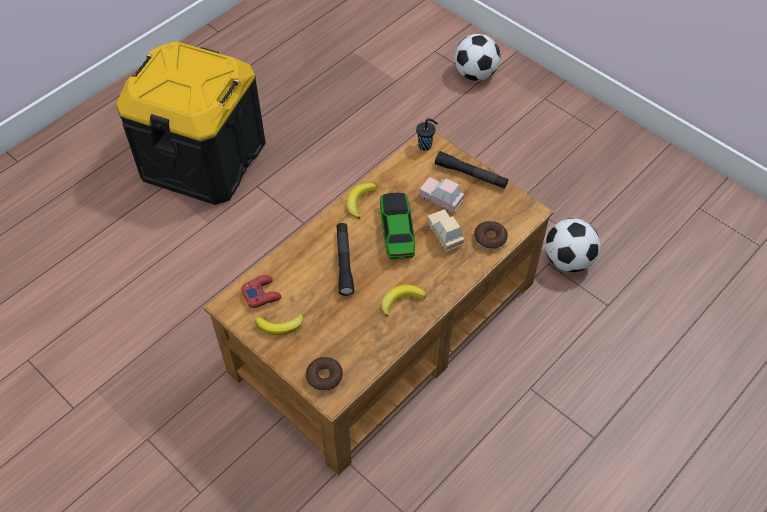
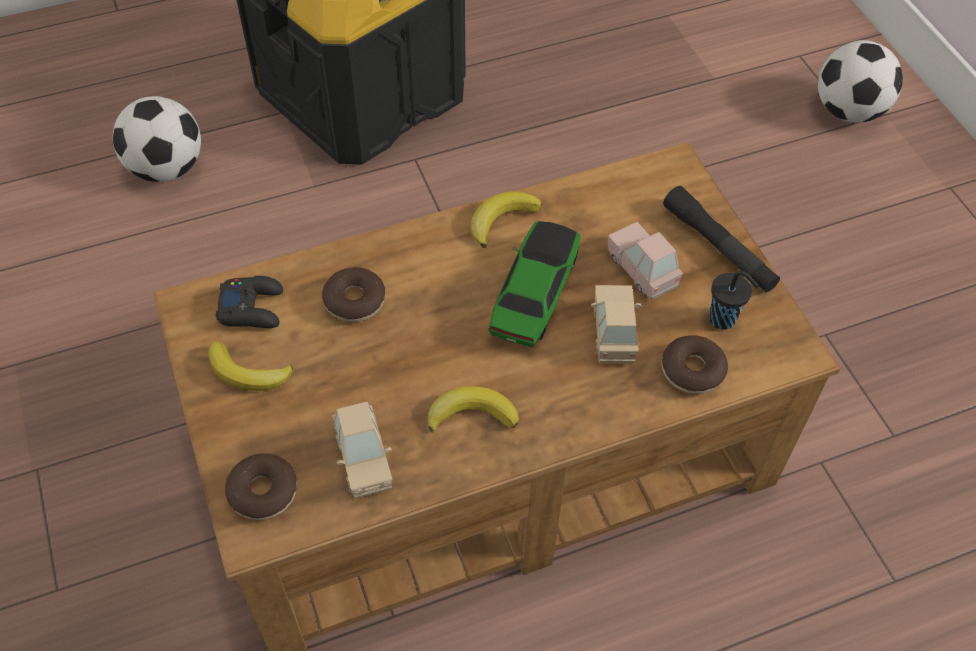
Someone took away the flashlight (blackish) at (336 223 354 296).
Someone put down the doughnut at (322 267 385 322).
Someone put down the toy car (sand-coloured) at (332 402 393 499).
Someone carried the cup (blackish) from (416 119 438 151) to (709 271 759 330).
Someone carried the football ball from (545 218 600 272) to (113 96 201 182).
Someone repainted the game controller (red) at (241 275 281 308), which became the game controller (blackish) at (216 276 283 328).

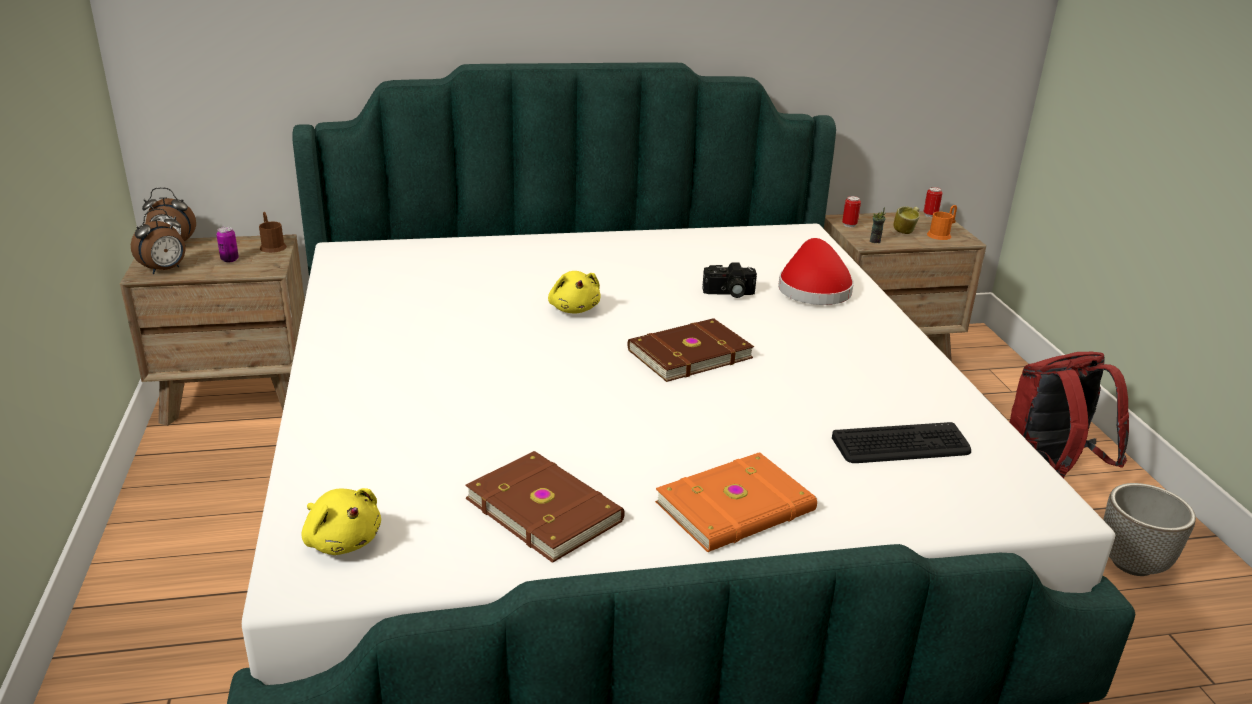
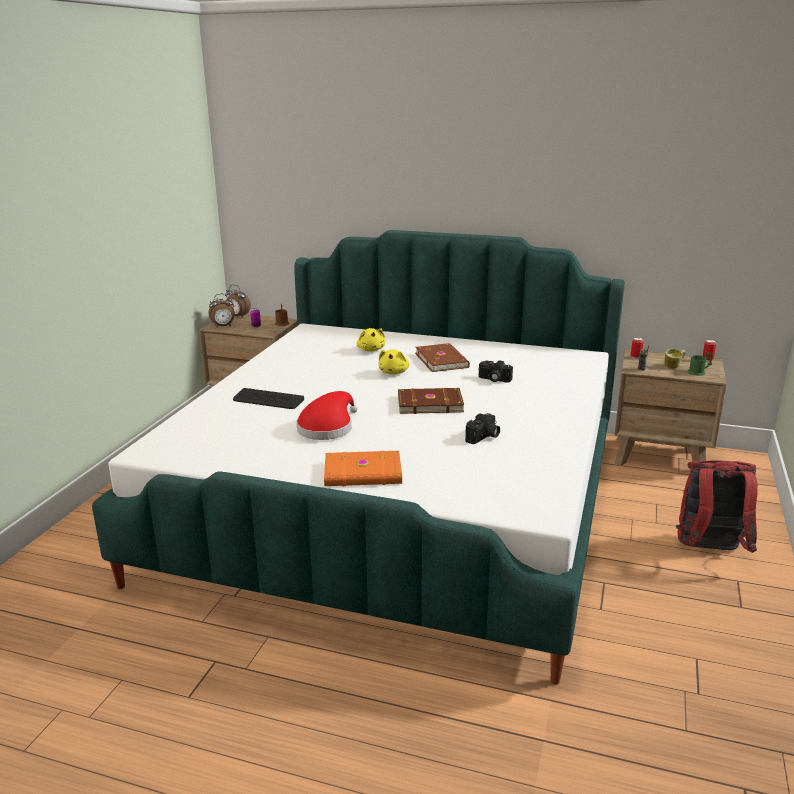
Someone took away the flower pot at (1103 483 1196 576).
Someone put down the still camera at (465 413 500 444).
Someone carried the soft toy (yellow) from (302 488 381 555) to (357 328 385 352).
Someone carried the book (brownish) from (465 451 625 563) to (415 343 470 372).
Someone carried the wearable hat (red) from (778 238 854 305) to (297 391 358 440).
Someone carried the keyboard from (832 422 971 463) to (233 388 304 409).
Someone repainted the tea mug (orange) at (927 205 957 240), which became the tea mug (green) at (687 352 713 376).

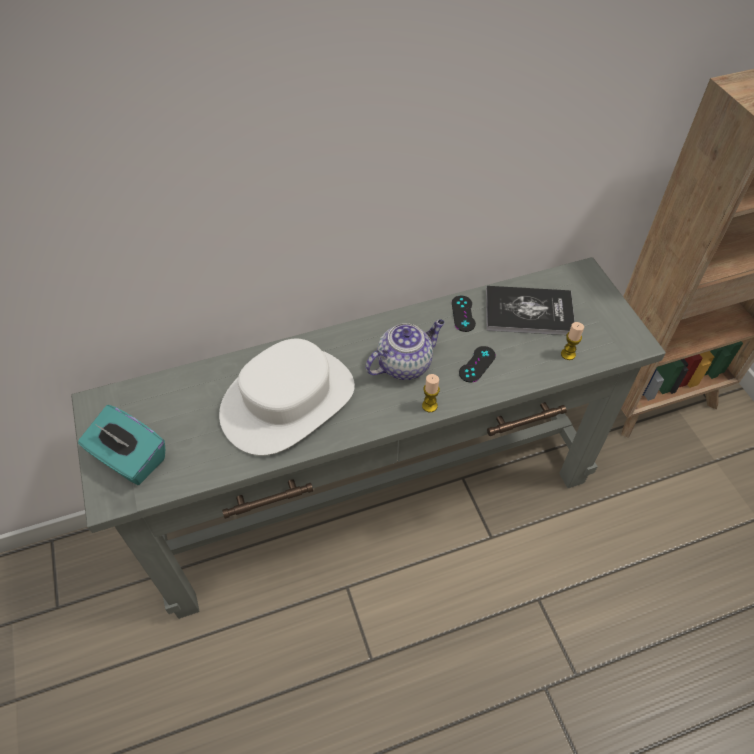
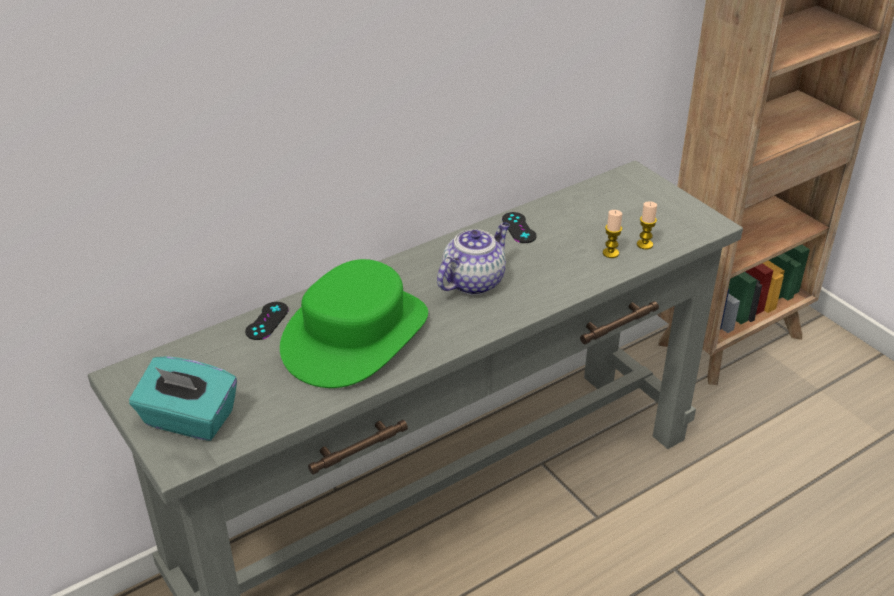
Someone took away the book at (486 286 575 335).
Someone carried the wax light from (422 374 440 412) to (603 210 622 258).
Someone carried the game controller (blackish) from (459 346 496 382) to (245 302 289 340).
Someone repainted the wearable hat (whitish) at (219 339 355 456), which became the wearable hat (green) at (280 259 428 388).

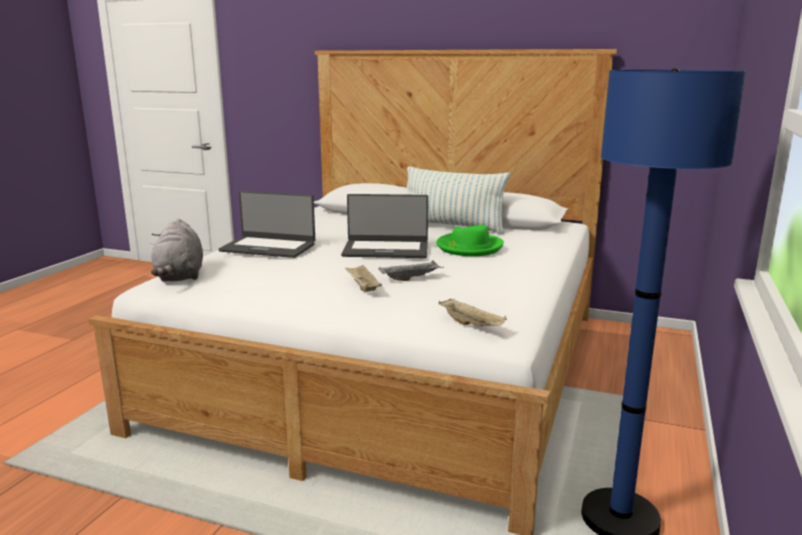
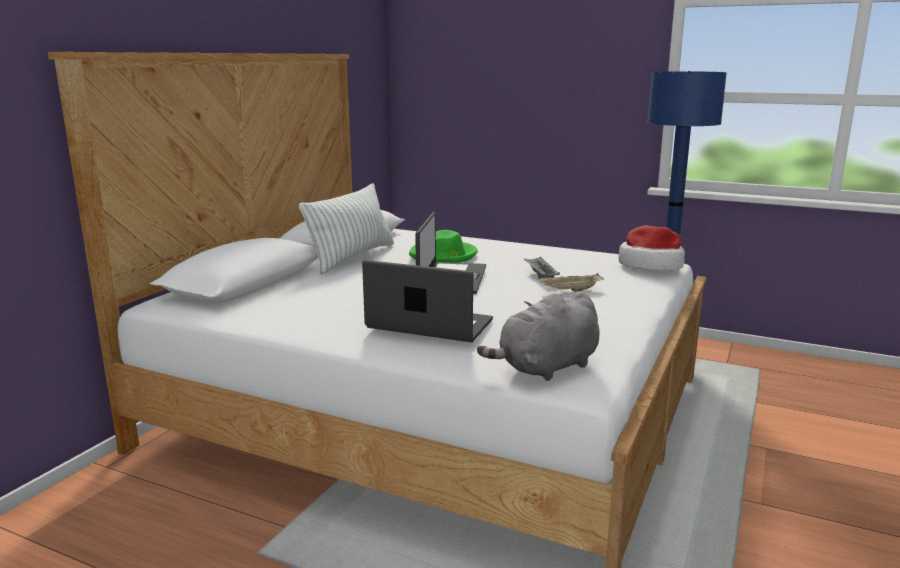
Someone swapped the serving tray (sand-coloured) at (438 299 507 326) for the wearable hat at (618 225 685 271).
Someone rotated the soft toy (gray) at (151 219 203 282) by 150 degrees clockwise.
Someone rotated the portable computer at (219 191 315 258) by 90 degrees counterclockwise.

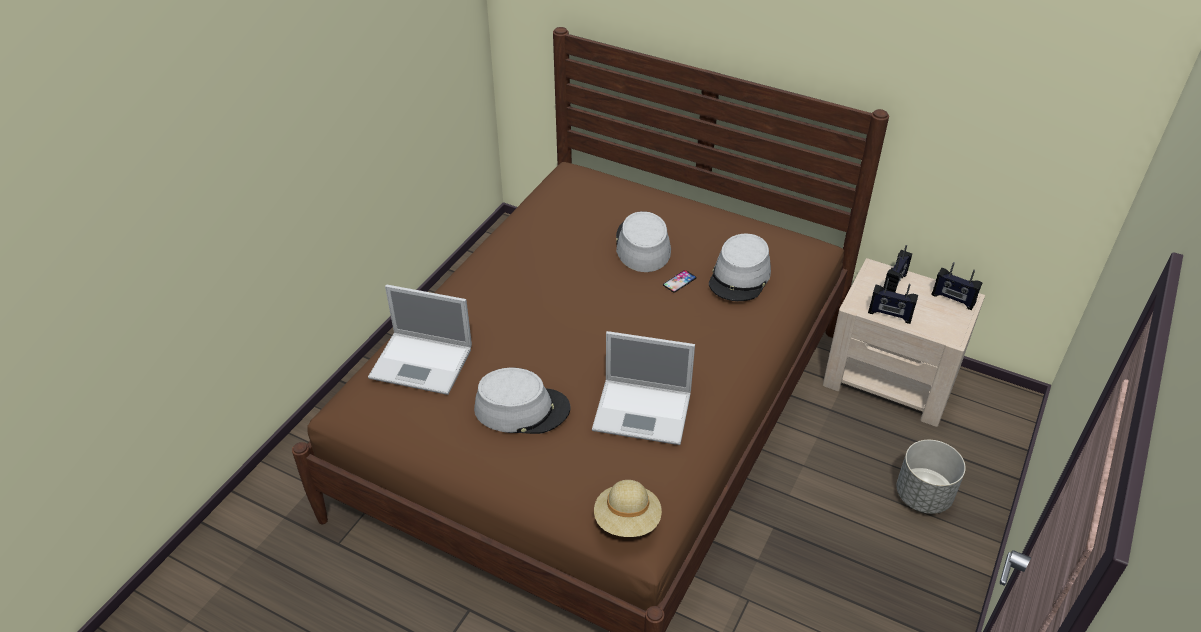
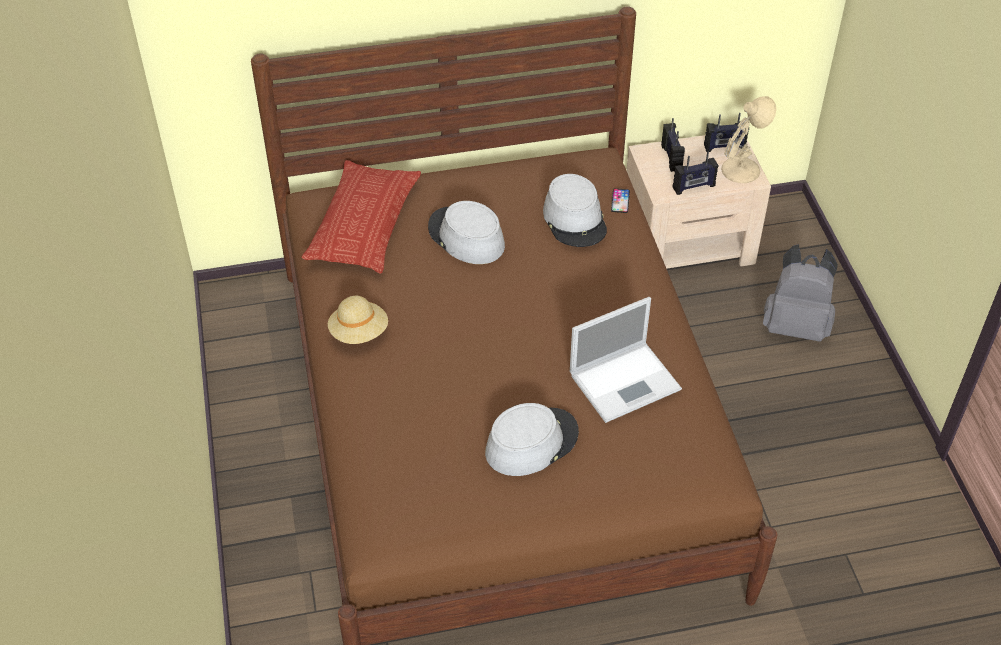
Someone took away the portable computer at (368 285 472 395).
Someone put down the cushion at (302 160 421 274).
Someone put down the table lamp (sand-coloured) at (721 96 776 183).
Someone carried the wearable hat (sand-coloured) from (594 480 662 537) to (328 296 388 344).
Someone carried the phone from (663 270 696 293) to (611 188 630 213).
Someone swapped the flower pot (gray) at (896 440 966 514) for the backpack (gray) at (763 244 838 342).

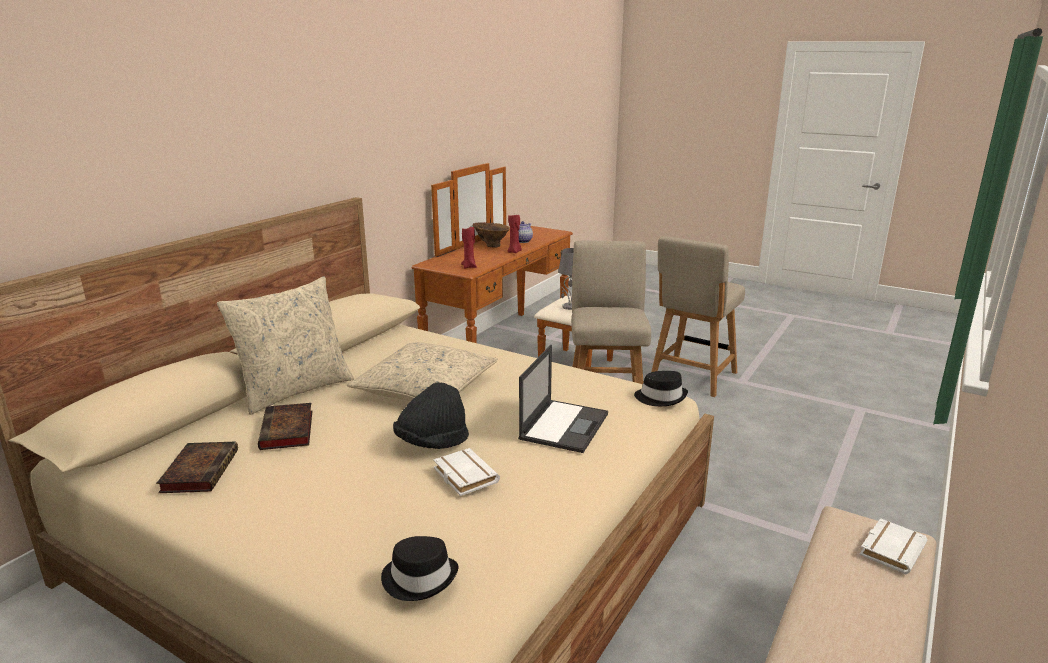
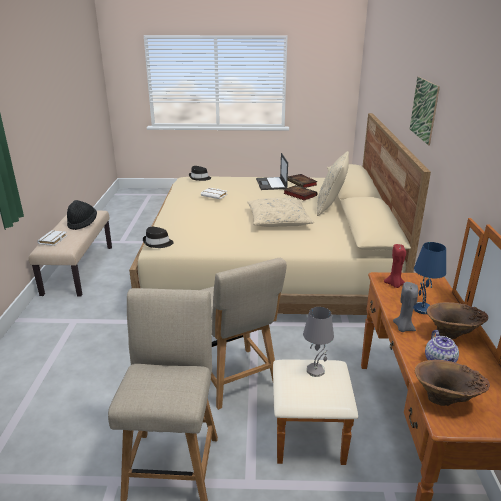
Someone put up the wall art at (410 77 440 145).
Someone put down the table lamp (blue) at (413 242 446 314).
Someone put down the decorative vase (brownish) at (415 360 490 406).
Someone carried the wearable hat (blackish) from (393 382 469 449) to (67 200 97 230).
Someone carried the portable computer from (518 345 608 453) to (256 153 288 190).
Someone repainted the wax light (red) at (508 215 522 253), which became the wax light (gray) at (393 282 418 332).

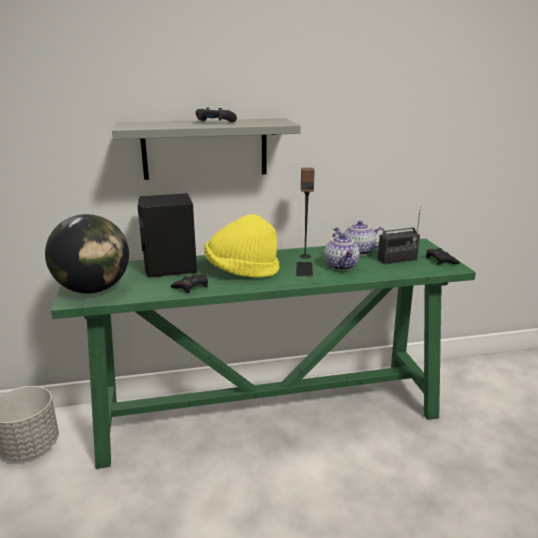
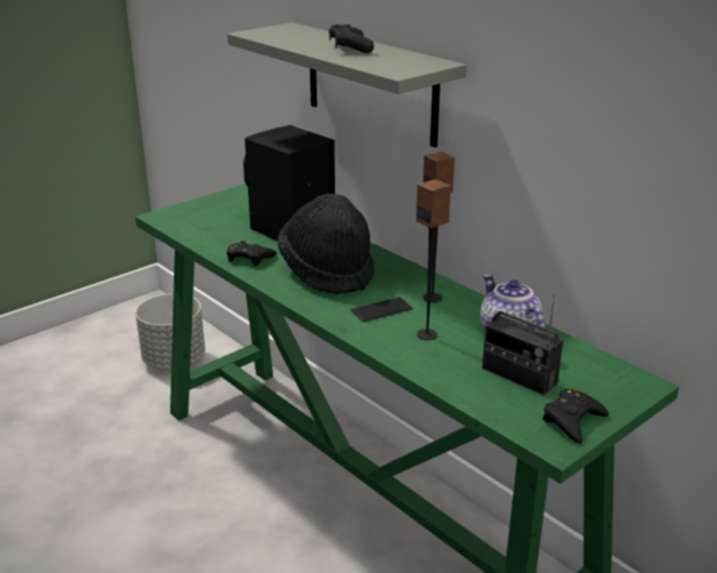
Someone took away the globe at (45 214 129 294).
Someone swapped the teapot at (324 233 360 271) for the audio speaker at (416 179 451 340).
Someone repainted the wearable hat (yellow) at (204 214 280 278), which became the wearable hat (blackish) at (278 194 374 294).

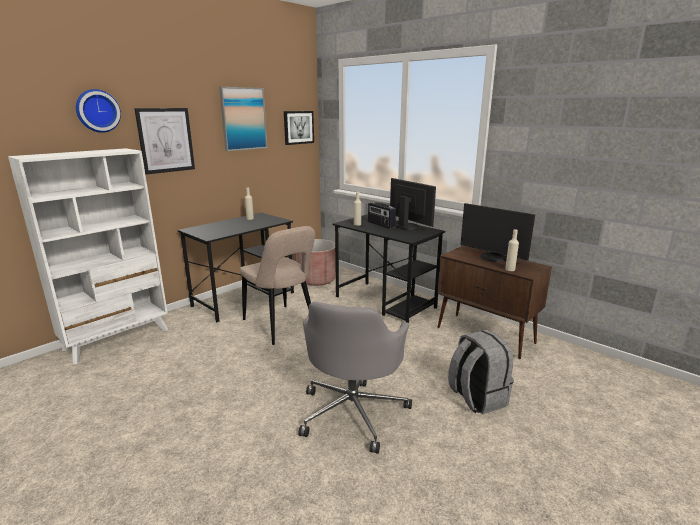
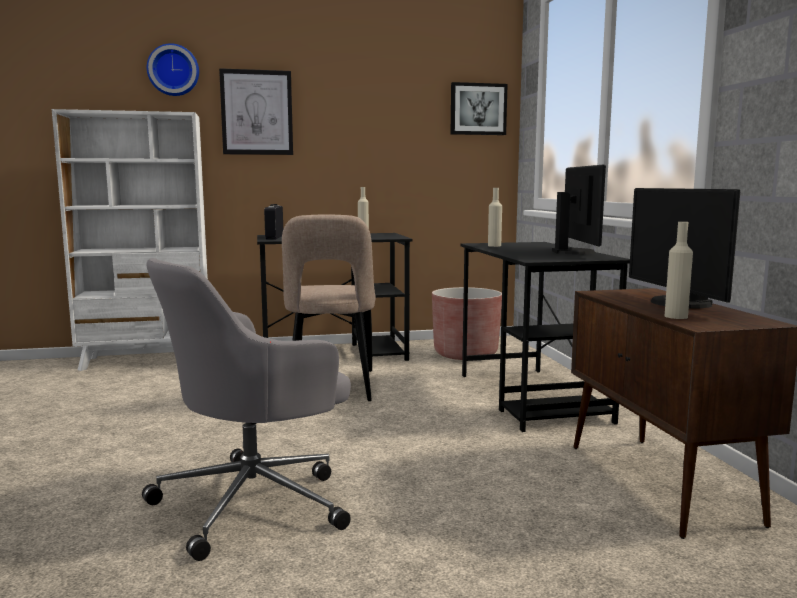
Someone took away the wall art at (219 87 267 151).
Someone took away the backpack (gray) at (448 330 514 414).
Someone carried the radio from (368 202 396 229) to (264 204 283 239).

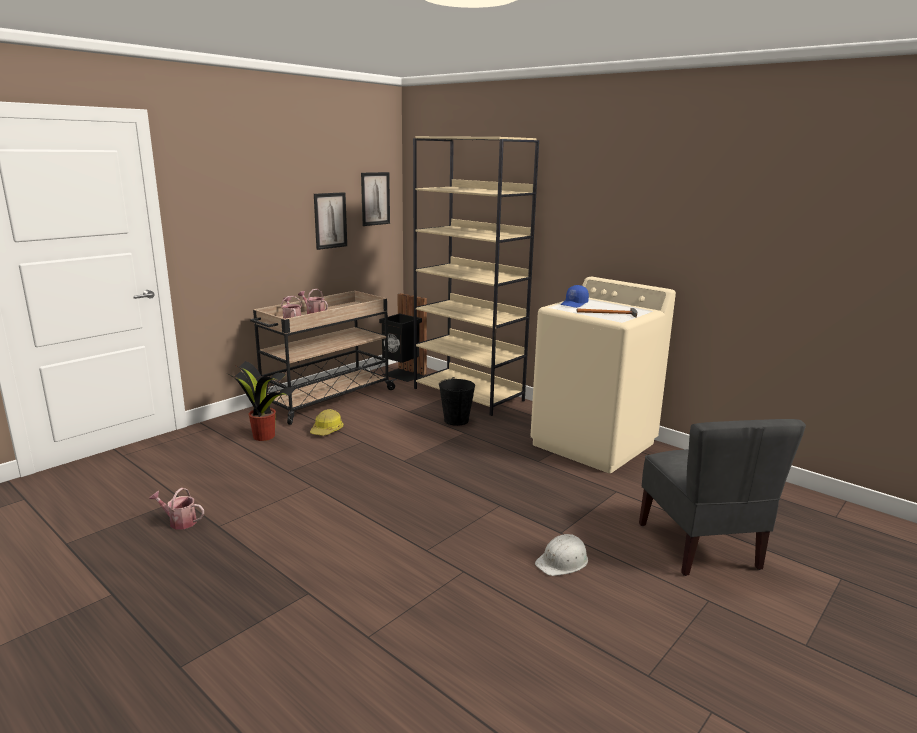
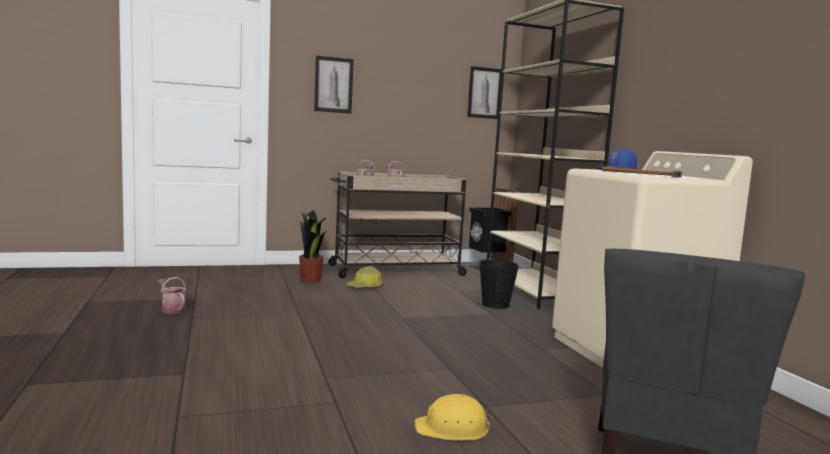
Someone carried the wall art from (314 192 347 250) to (314 56 354 113).
Someone repainted the work helmet (whitish) at (535 534 588 576), which became the work helmet (yellow) at (415 394 493 441).

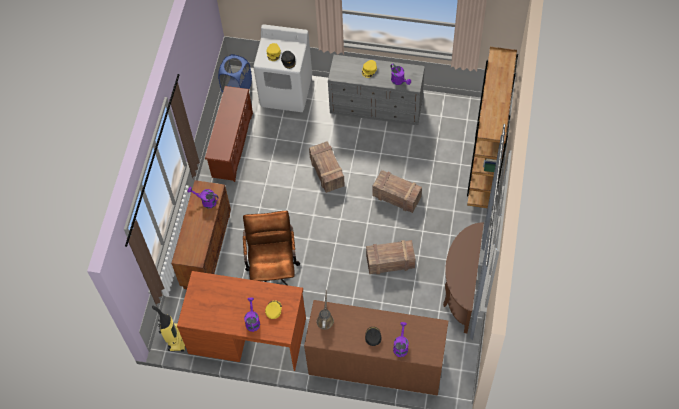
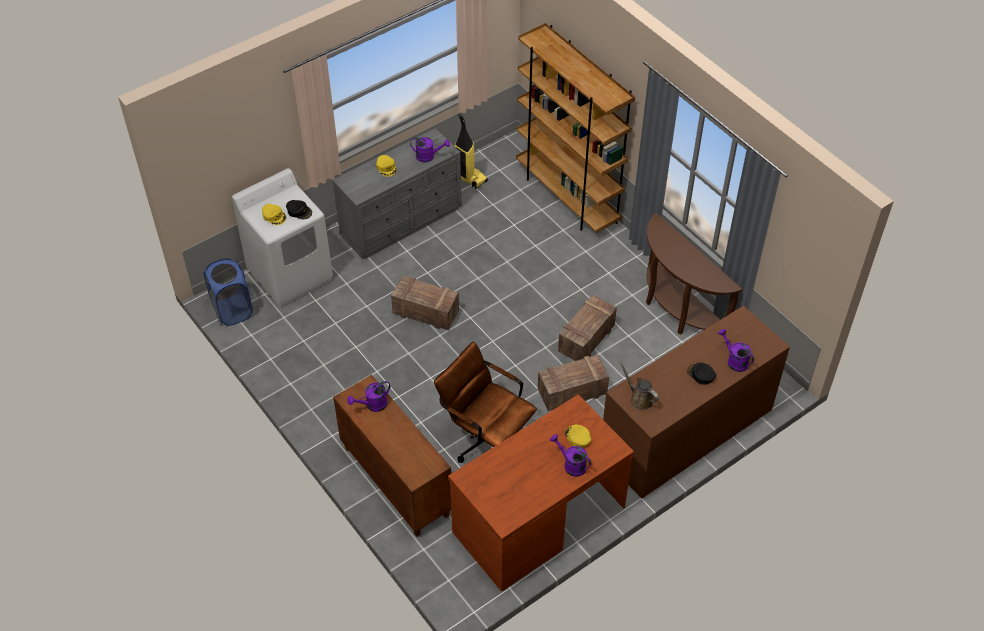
Someone took away the shoe stand (brownish) at (205 86 253 182).
Someone carried the vacuum from (152 305 185 352) to (455 114 488 189).
Someone carried the crate from (372 170 422 213) to (538 355 609 411).

